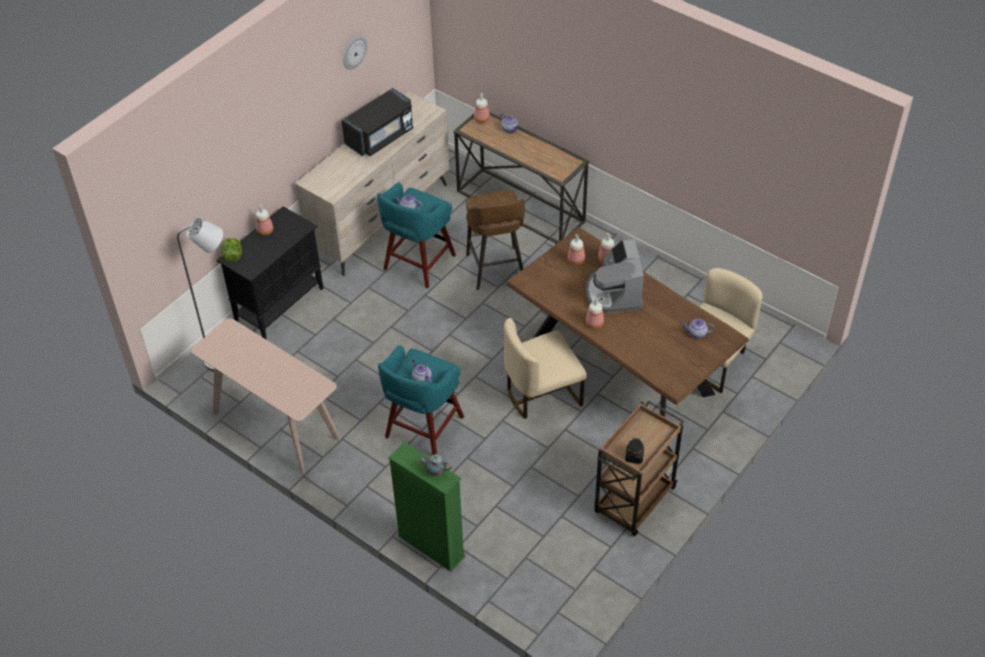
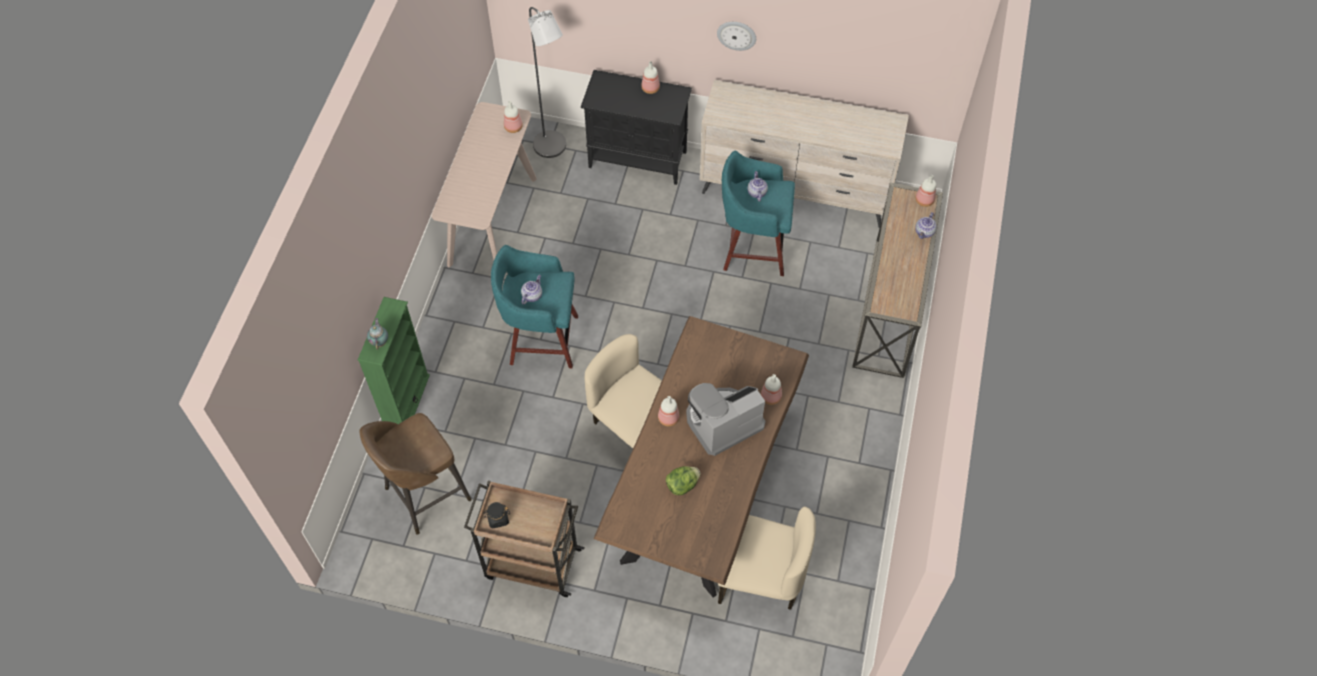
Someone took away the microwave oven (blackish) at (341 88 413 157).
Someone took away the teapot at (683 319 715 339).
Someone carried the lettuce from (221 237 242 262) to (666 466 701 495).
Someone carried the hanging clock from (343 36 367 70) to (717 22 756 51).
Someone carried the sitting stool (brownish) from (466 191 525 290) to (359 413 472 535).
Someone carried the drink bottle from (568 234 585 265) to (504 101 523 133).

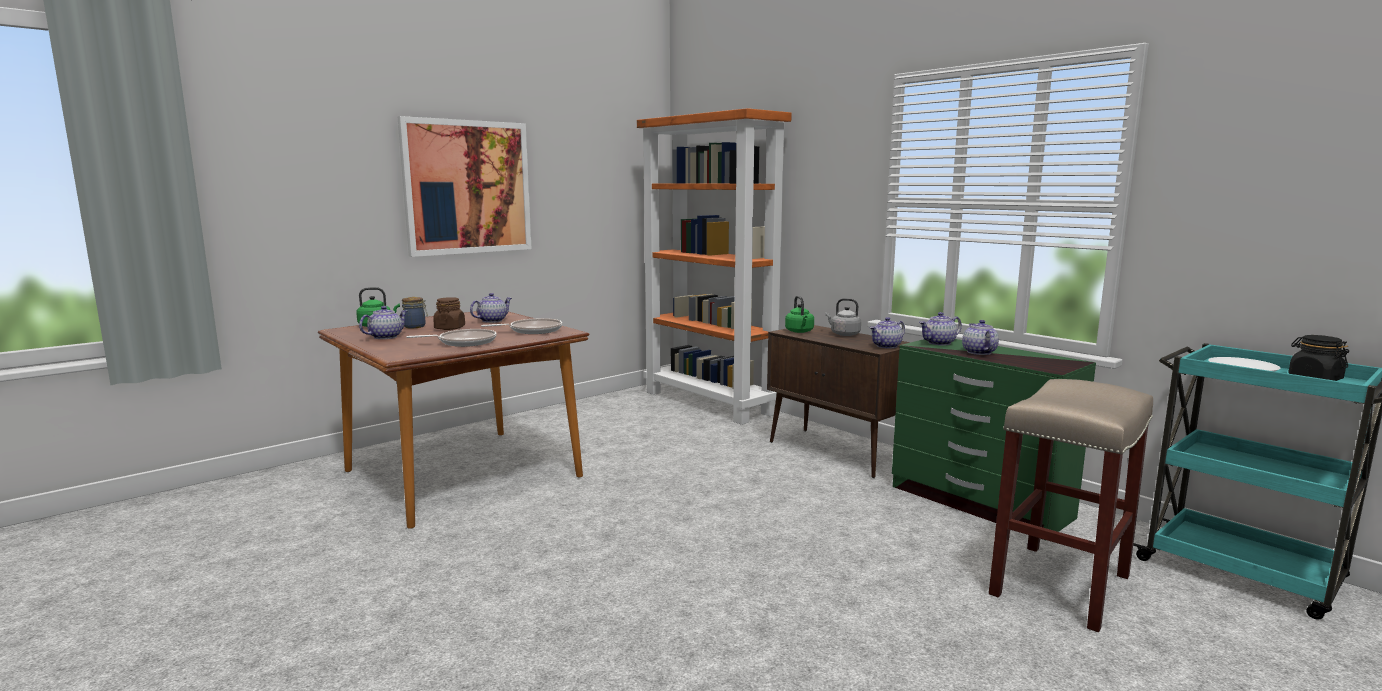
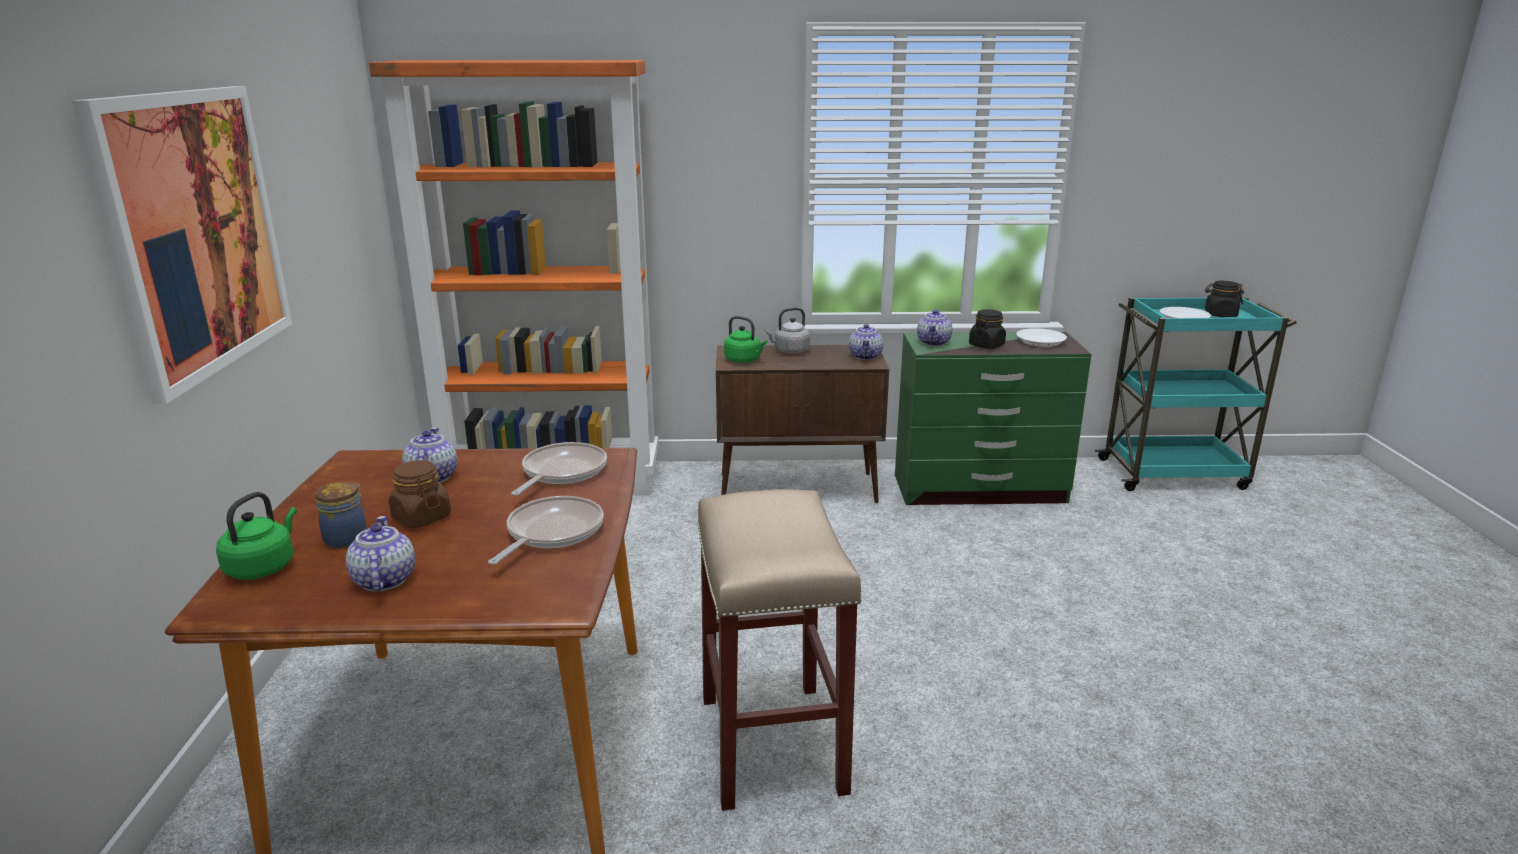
Someone put down the dinner plate (whitish) at (1016 328 1067 347).
Someone carried the sitting stool (sand-coloured) from (989 379 1153 632) to (697 489 862 811).
Someone swapped the teapot at (962 320 999 355) for the jar (blackish) at (969 309 1006 349).

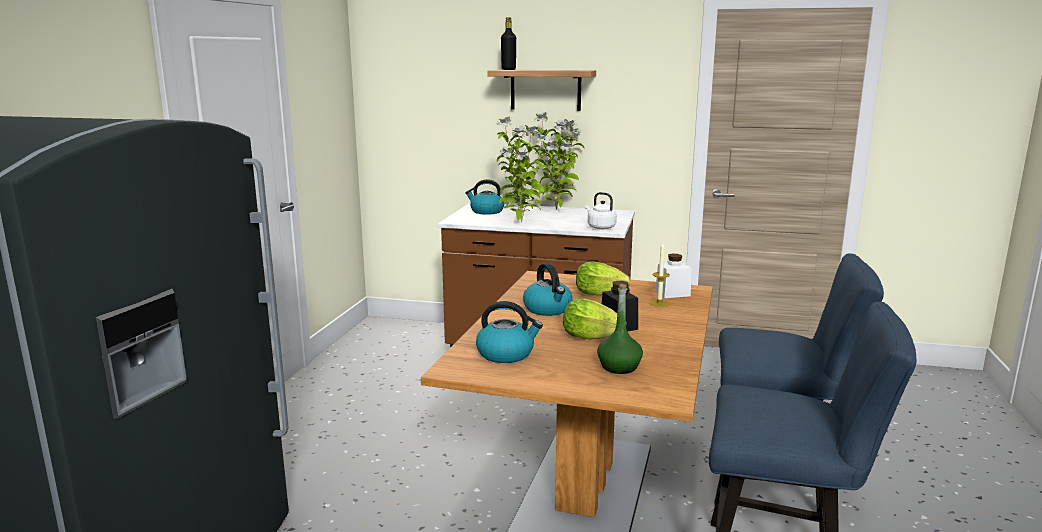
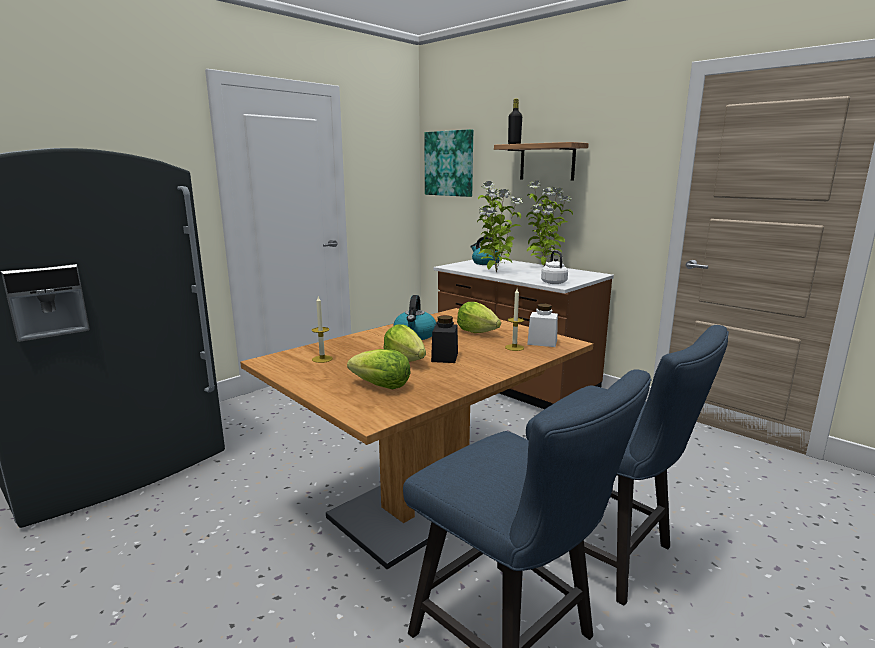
Someone put up the wall art at (424 129 473 197).
Someone swapped the tea kettle at (476 301 543 363) for the wax light at (312 296 333 363).
Someone swapped the drink bottle (green) at (597 284 643 374) for the lettuce at (347 349 410 389).

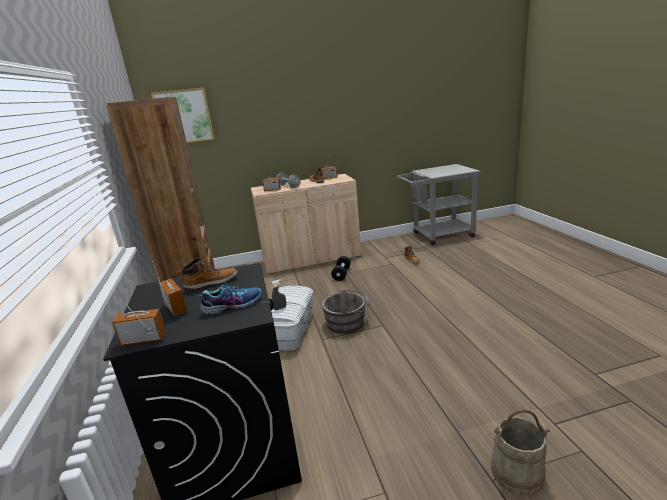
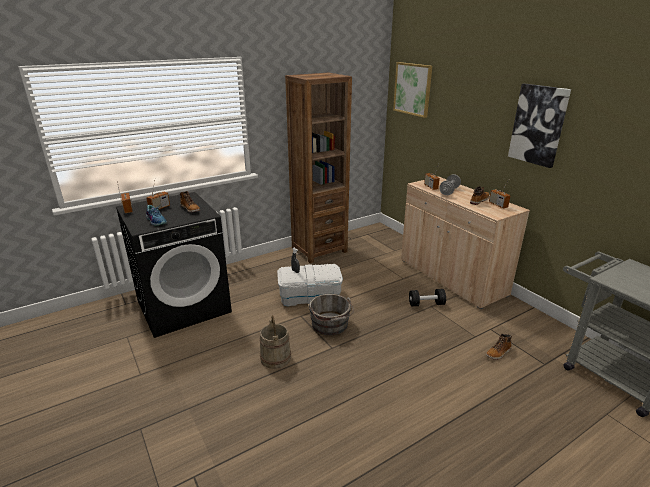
Someone put up the wall art at (508 83 571 168).
Someone carried the water bucket (sand-coloured) from (491 409 550 495) to (260 315 291 369).

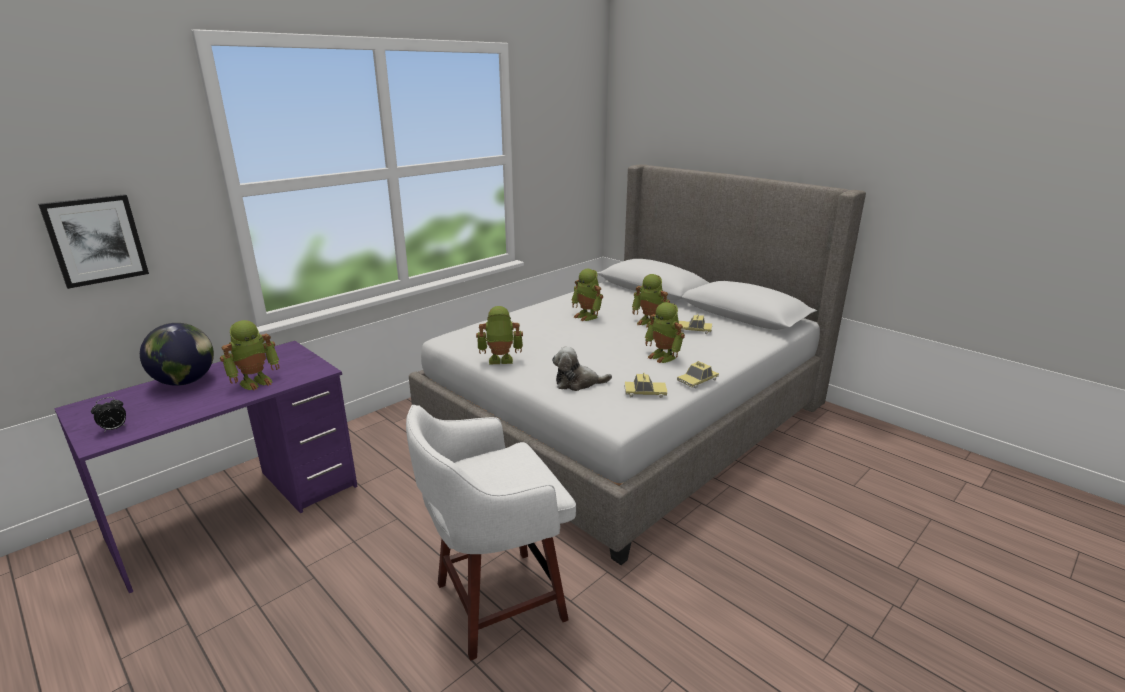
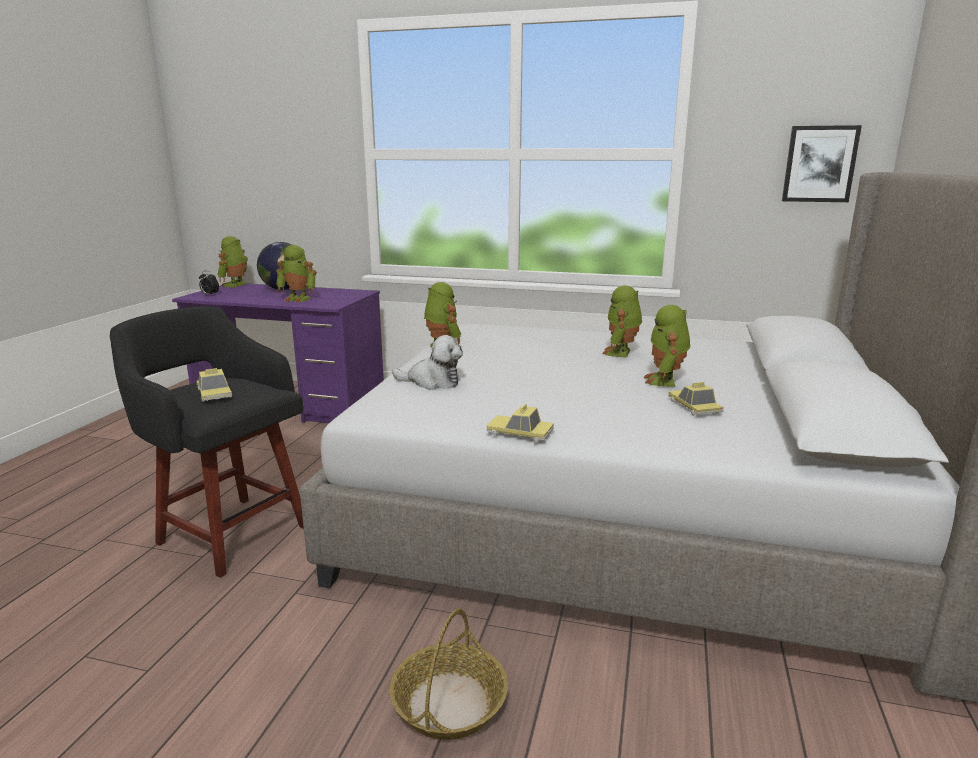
Someone put down the storage basket at (390 608 508 740).
Someone carried the wall art from (38 194 149 289) to (782 125 862 202).
Someone carried the toy car from (624 373 668 398) to (197 368 232 402).
Someone carried the toy robot from (645 302 685 363) to (217 236 248 288).
Someone repainted the sitting stool (whitish) at (406 405 576 661), which became the sitting stool (blackish) at (110 306 304 578).
Someone rotated the soft toy at (552 346 612 391) by 135 degrees clockwise.

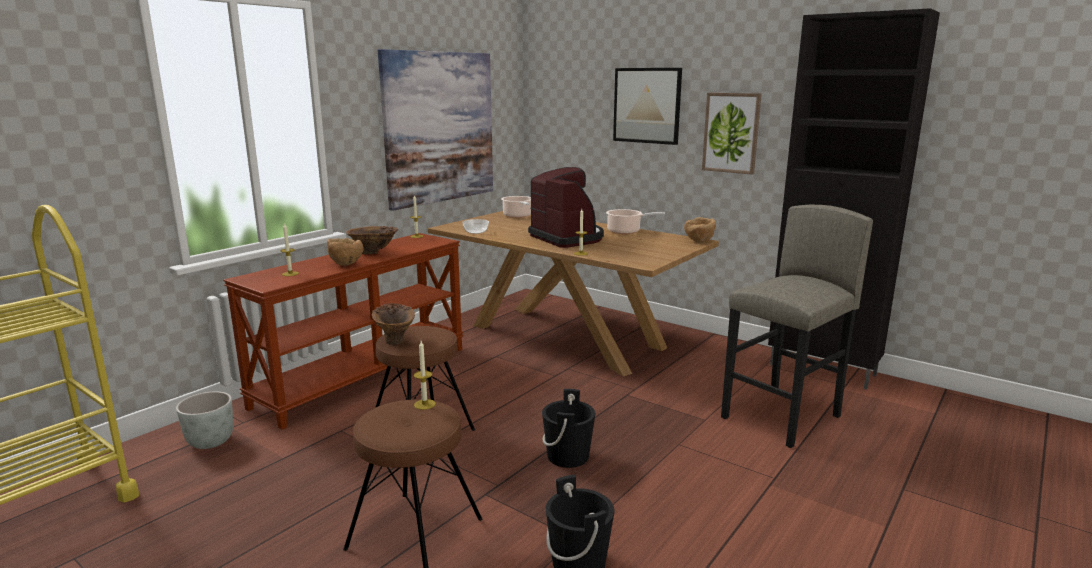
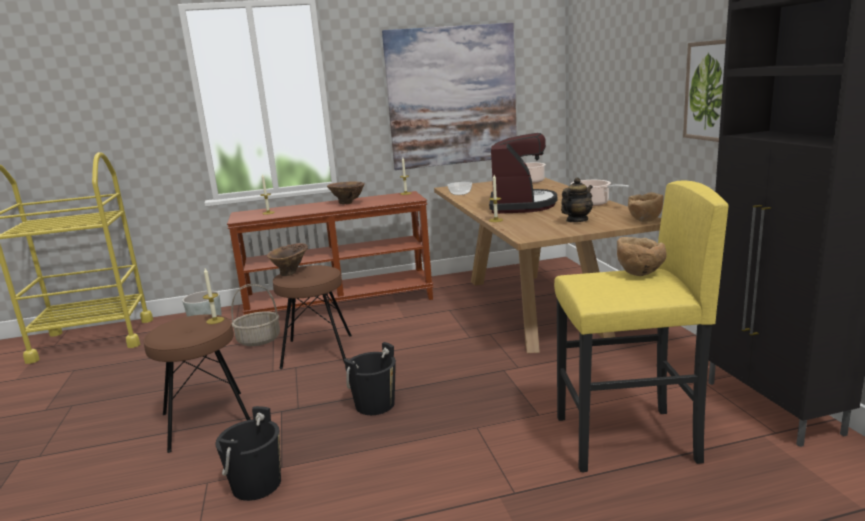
Someone took away the wall art at (613 68 682 145).
Someone put down the storage basket at (231 284 280 346).
Someone put down the teapot at (561 177 593 222).
Someone carried the bowl (brownish) from (327 238 364 266) to (617 237 667 276).
Someone repainted the sitting stool (gray) at (721 205 873 448), which became the sitting stool (yellow) at (554 180 728 473).

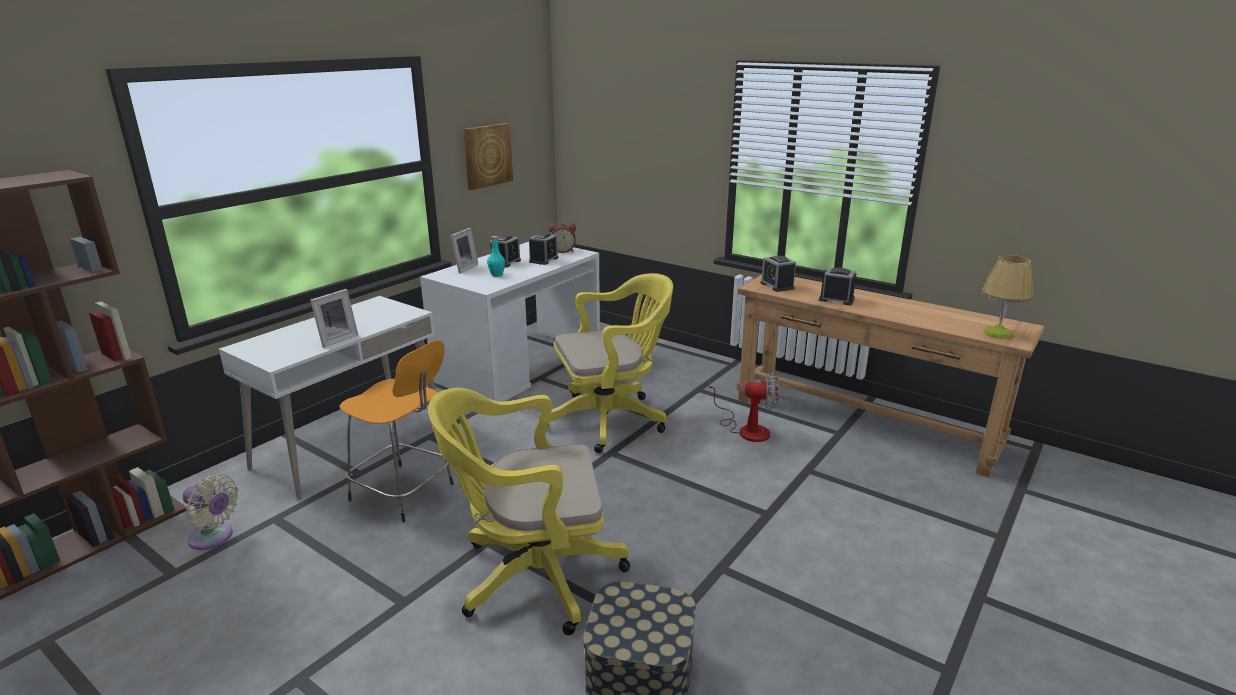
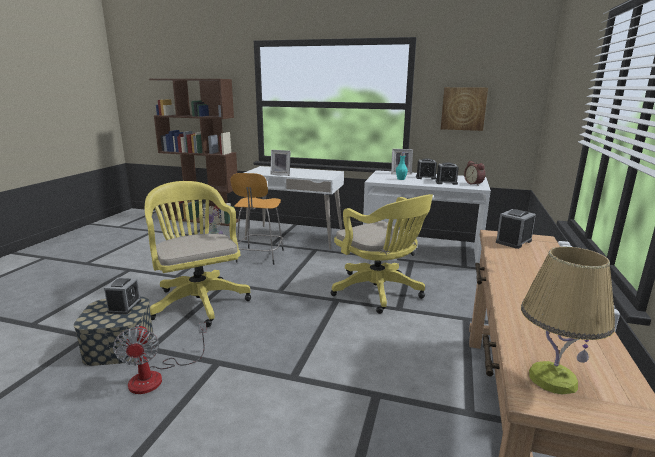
Someone carried the electric fan from (709 372 779 442) to (113 323 207 394).
Someone carried the bedside clock from (819 268 856 305) to (104 278 141 314).

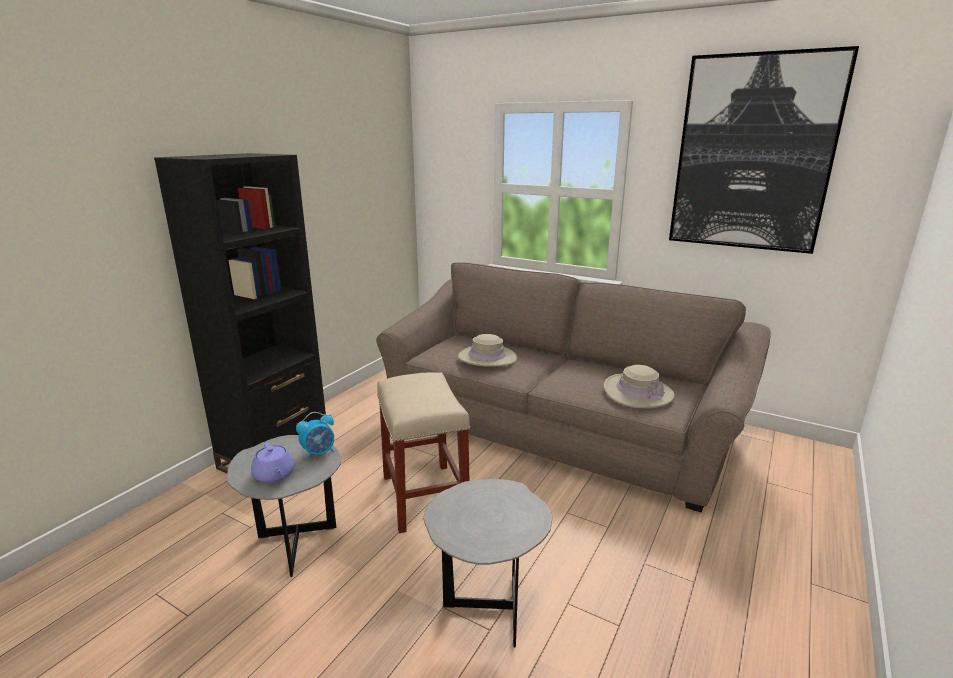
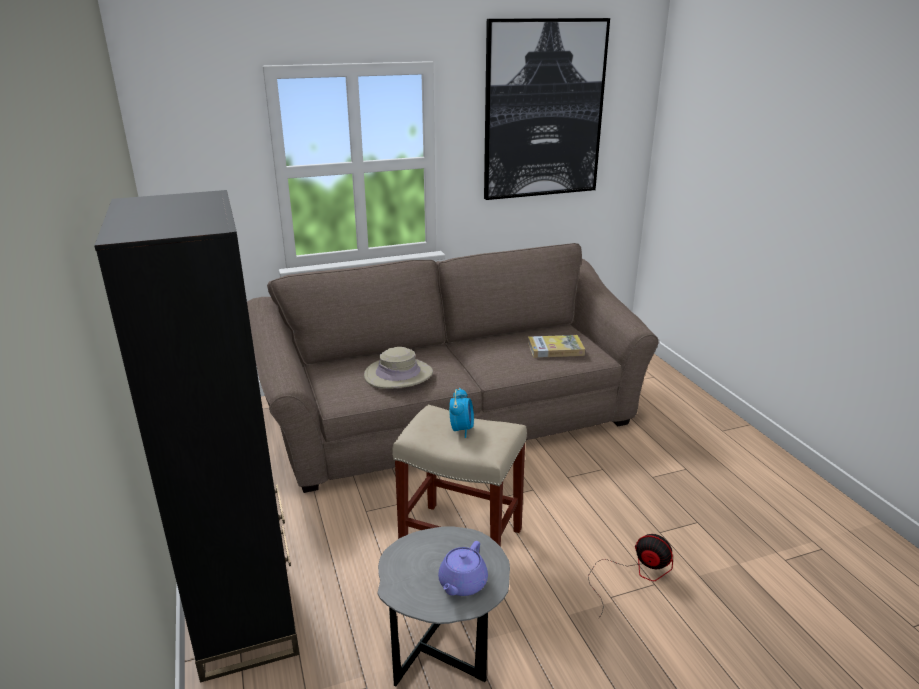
Someone carried the bedside clock from (296 412 334 460) to (449 388 474 438).
Someone swapped the end table (gray) at (423 479 553 648) for the electric fan at (588 534 673 618).
Someone swapped the wearable hat (sand-coloured) at (603 365 675 408) for the book at (528 335 585 358).
Someone rotated the teapot (purple-coloured) at (251 443 294 483) by 105 degrees clockwise.

